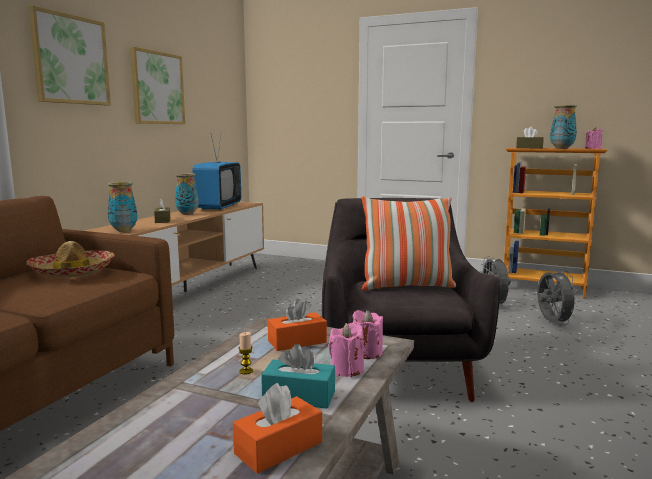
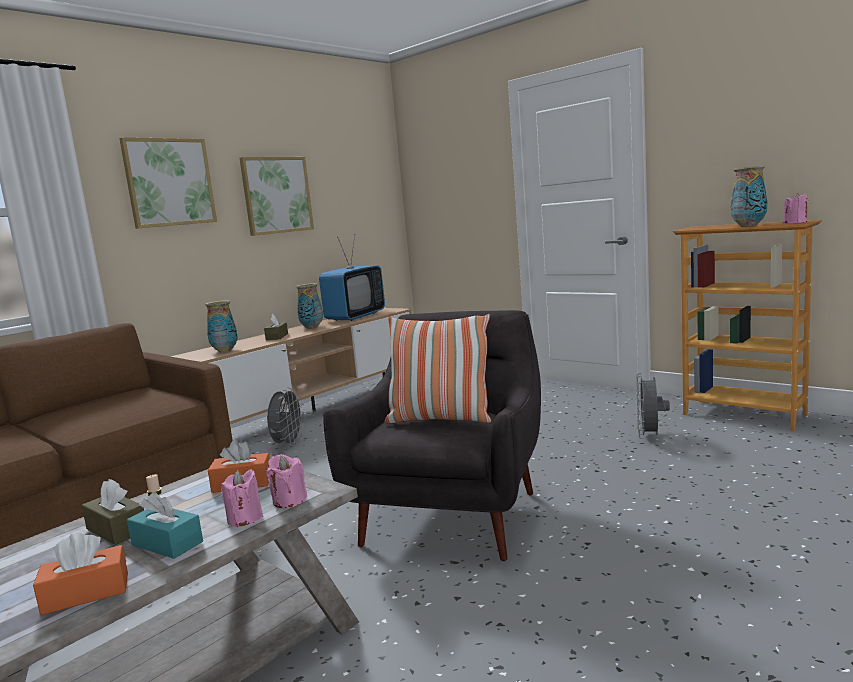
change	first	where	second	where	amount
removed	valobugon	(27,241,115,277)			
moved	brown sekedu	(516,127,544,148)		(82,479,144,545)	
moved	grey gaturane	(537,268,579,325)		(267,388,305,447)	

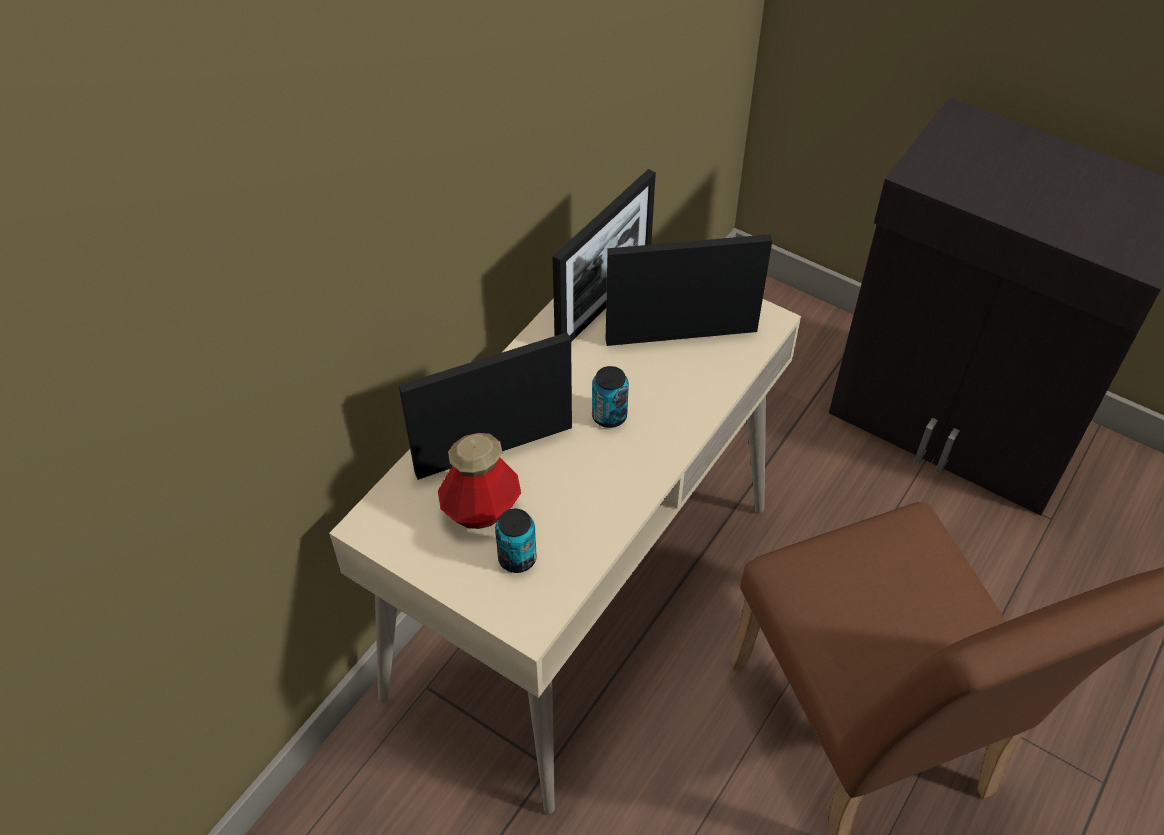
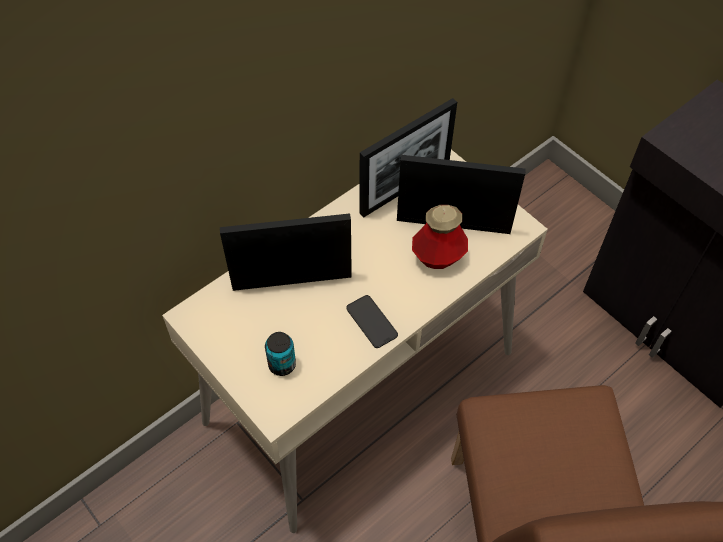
change	first	where	second	where	amount
moved	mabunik	(438,433,521,529)		(412,205,468,269)	
removed	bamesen	(592,366,629,428)			
added			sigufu	(346,295,398,348)	

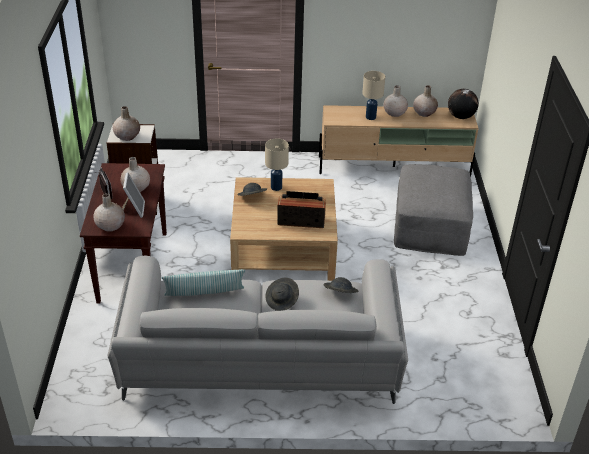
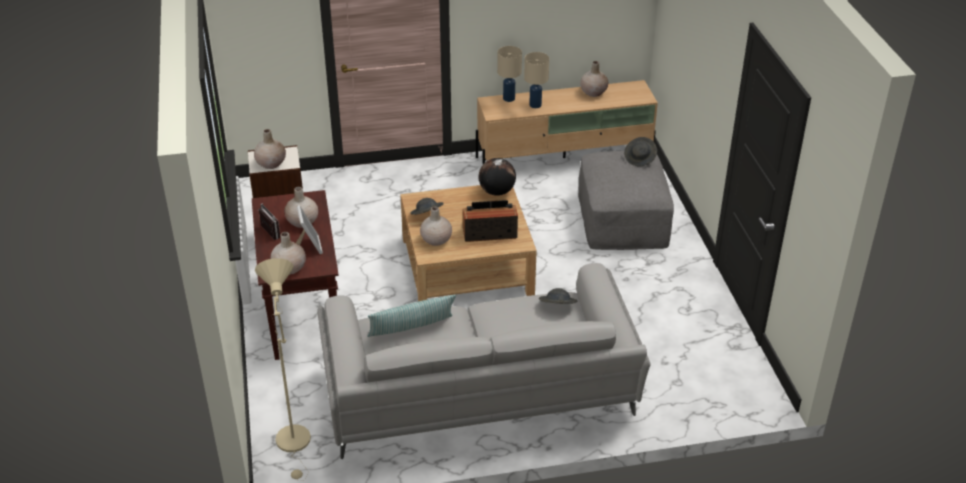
change	first	where	second	where	amount
moved	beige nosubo	(265,138,289,191)		(497,46,522,102)	
moved	grey valobugon	(266,278,299,311)		(624,137,657,167)	
moved	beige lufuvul	(383,85,408,117)		(420,206,452,246)	
moved	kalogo	(448,89,479,119)		(478,158,516,196)	
added			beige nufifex	(255,258,311,481)	

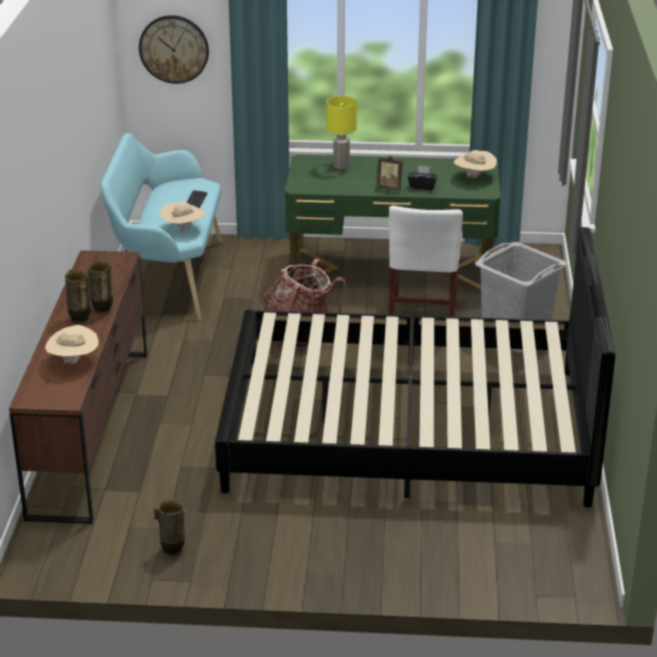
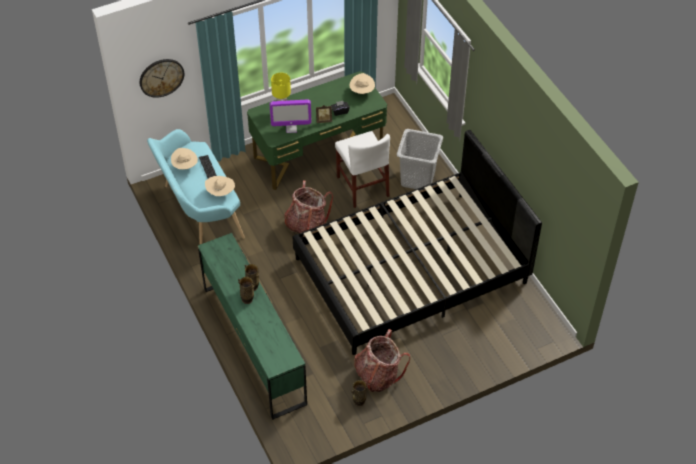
change	first	where	second	where	amount
recoloured	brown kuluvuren	(9,250,147,524)	green kuluvuren	(198,233,307,420)	
moved	beige valobugon	(45,325,99,364)		(171,148,198,170)	
added			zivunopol	(270,100,311,133)	
added			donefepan	(354,329,410,392)	

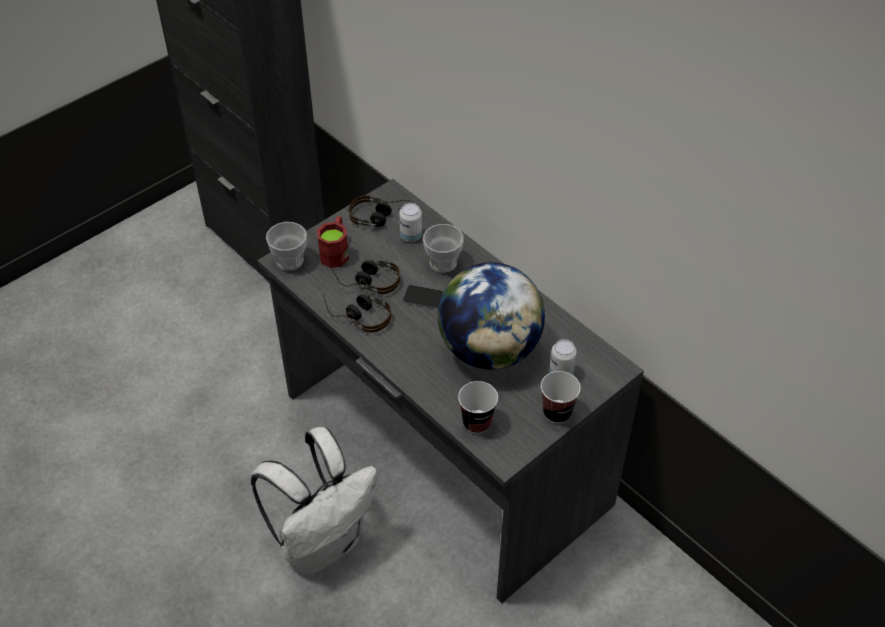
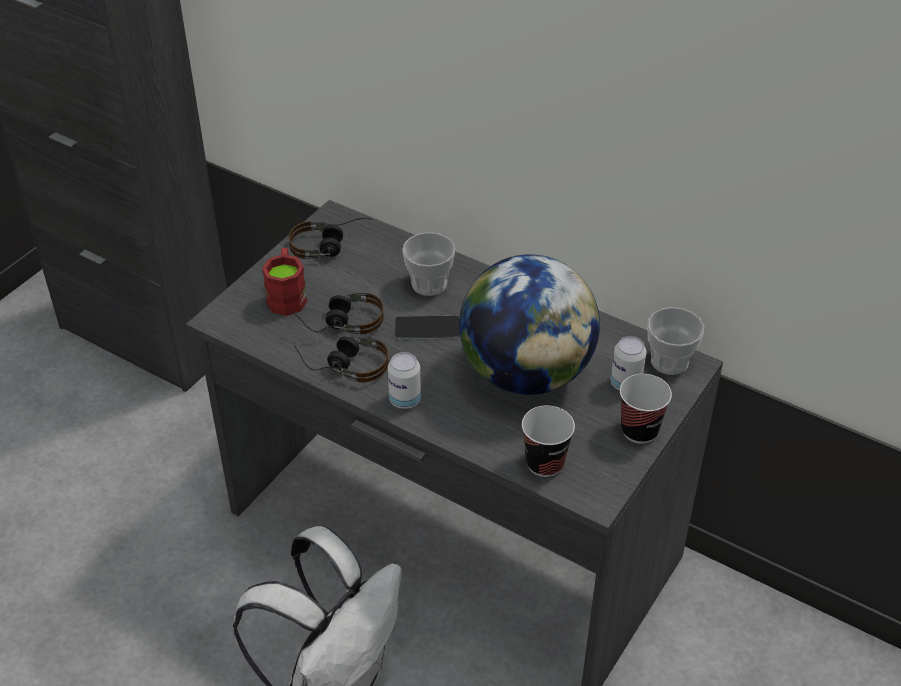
change	first	where	second	where	amount
moved	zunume	(266,222,307,271)		(647,307,704,375)	
moved	bamesen	(399,203,422,242)		(388,352,421,409)	

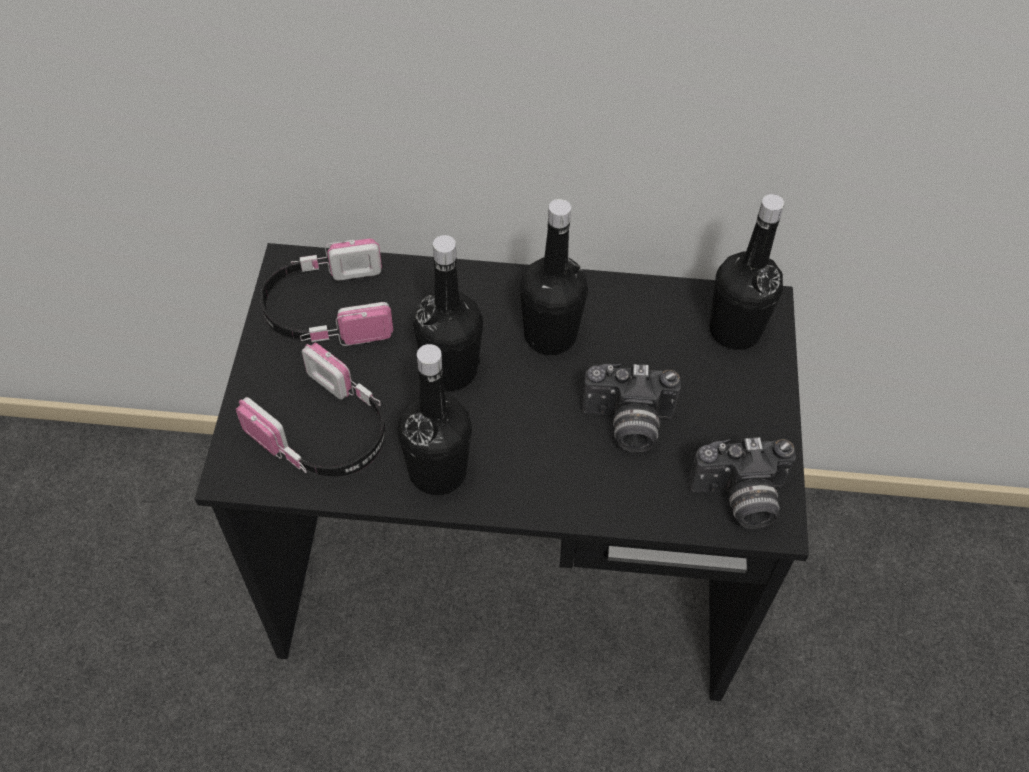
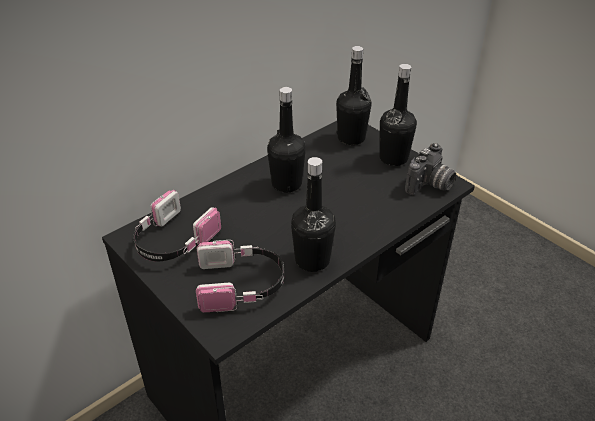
change	first	where	second	where	amount
moved	black mabunik	(413,235,483,391)		(379,64,417,166)	
removed	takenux	(582,364,681,452)			

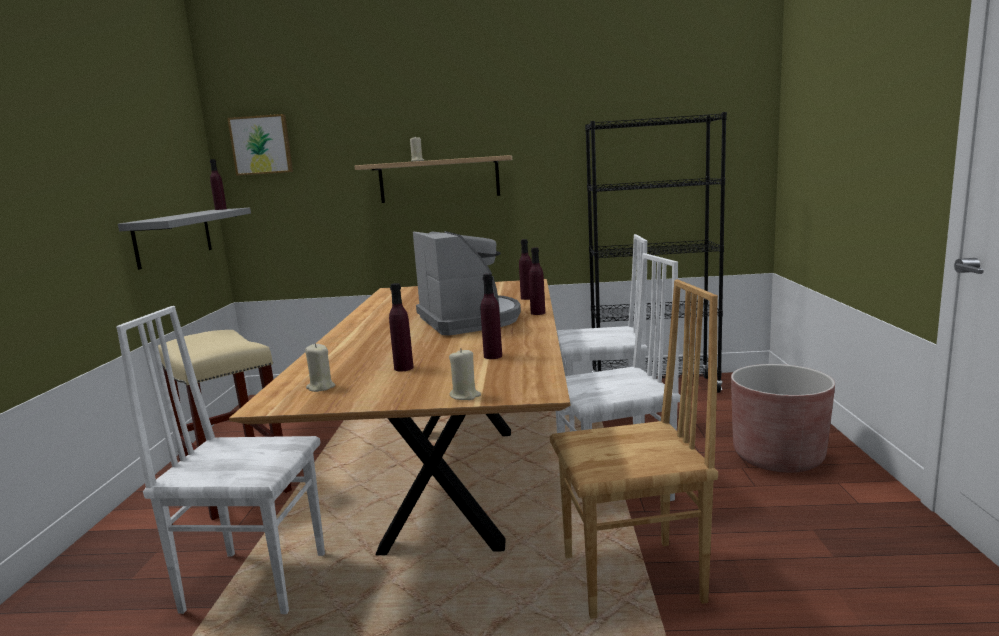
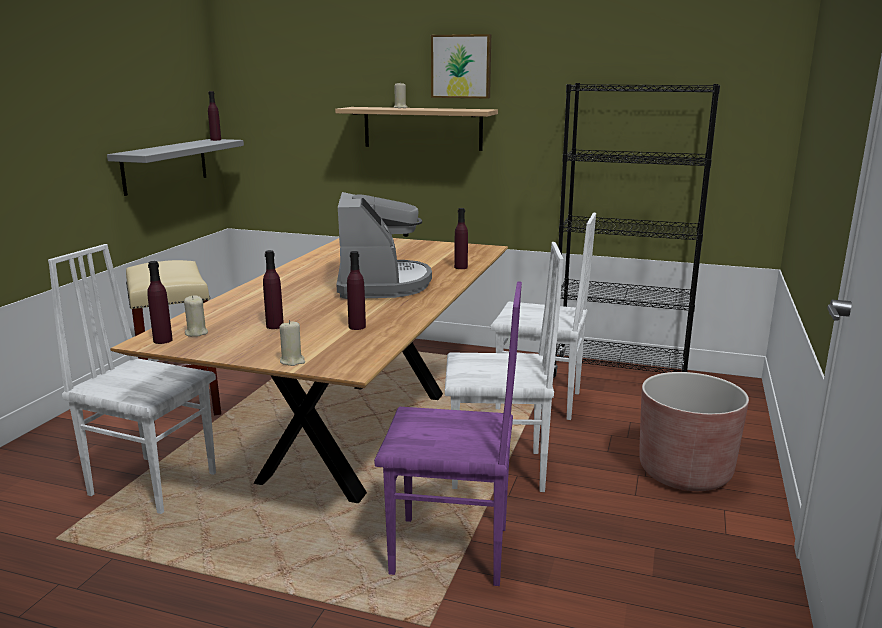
change	first	where	second	where	amount
moved	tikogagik	(227,114,293,176)		(431,34,491,98)	
moved	purple mabunik	(529,247,545,315)		(147,261,173,344)	
recoloured	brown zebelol	(550,280,718,619)	purple zebelol	(374,281,522,586)	

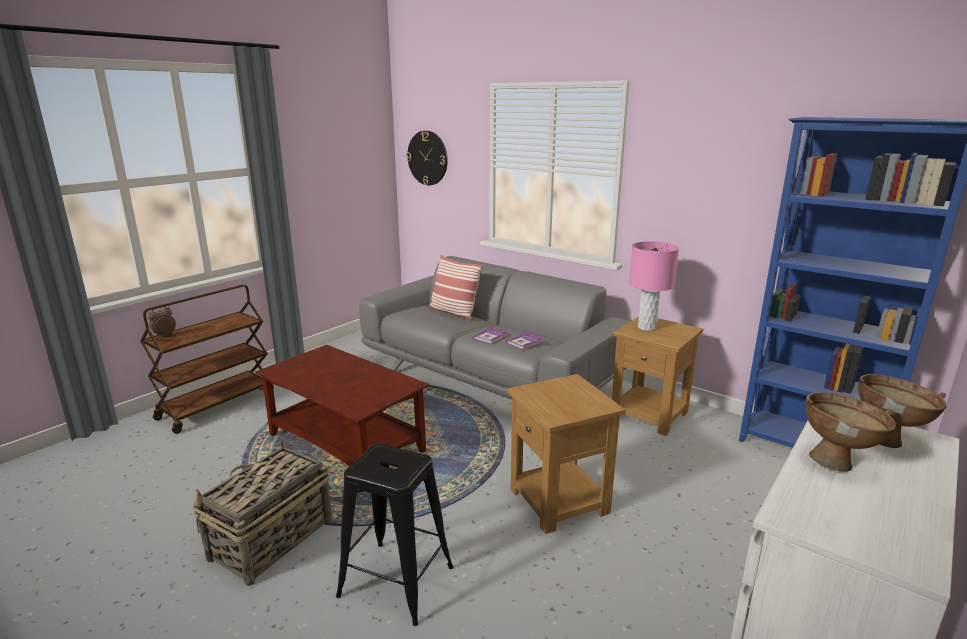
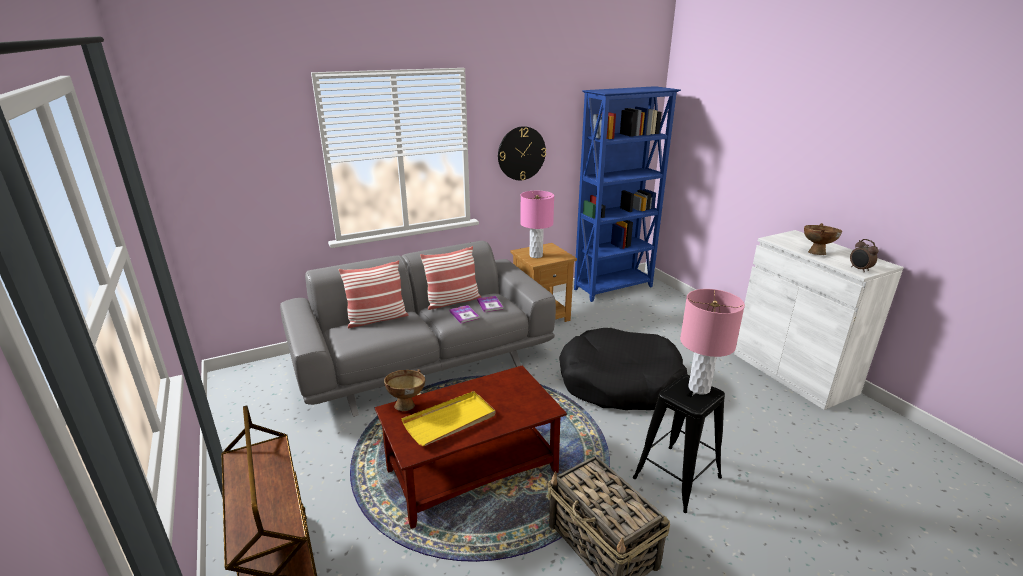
change	first	where	second	where	amount
moved	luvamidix	(148,307,176,338)		(850,239,879,272)	
moved	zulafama	(406,131,448,185)		(498,126,546,180)	
replaced	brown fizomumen	(508,374,626,534)	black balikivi	(559,328,687,410)	
moved	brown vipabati	(858,374,946,448)		(384,369,425,411)	
added			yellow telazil	(401,391,496,447)	
added			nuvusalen	(420,246,481,310)	
added			pink nosubo	(680,289,745,395)	

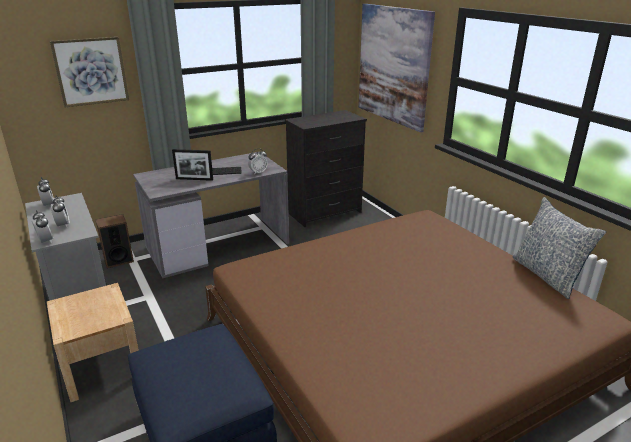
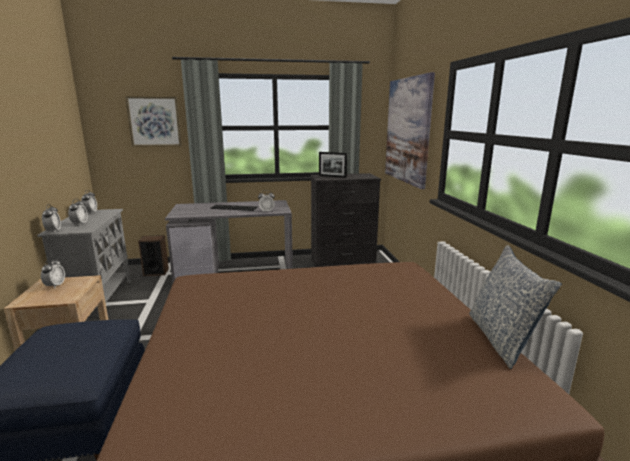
change	first	where	second	where	amount
moved	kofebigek	(172,149,213,181)		(319,152,347,178)	
added			luvamidix	(41,258,65,289)	

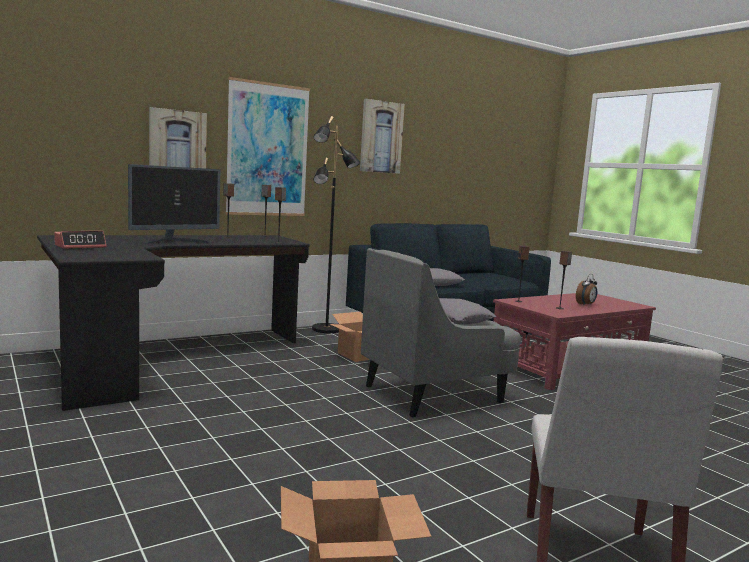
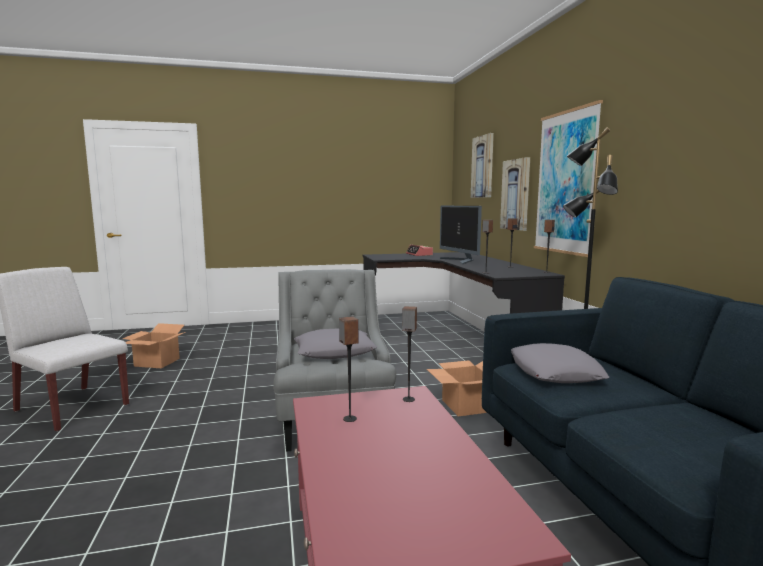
change	first	where	second	where	amount
moved	tikogagik	(360,99,405,174)		(471,133,494,198)	
removed	luvamidix	(576,274,597,306)			

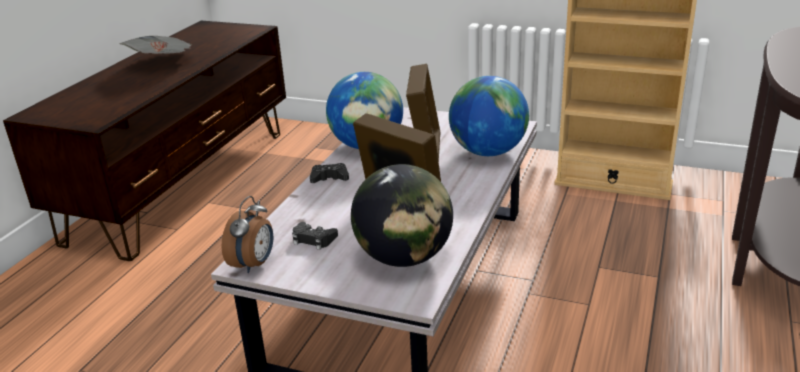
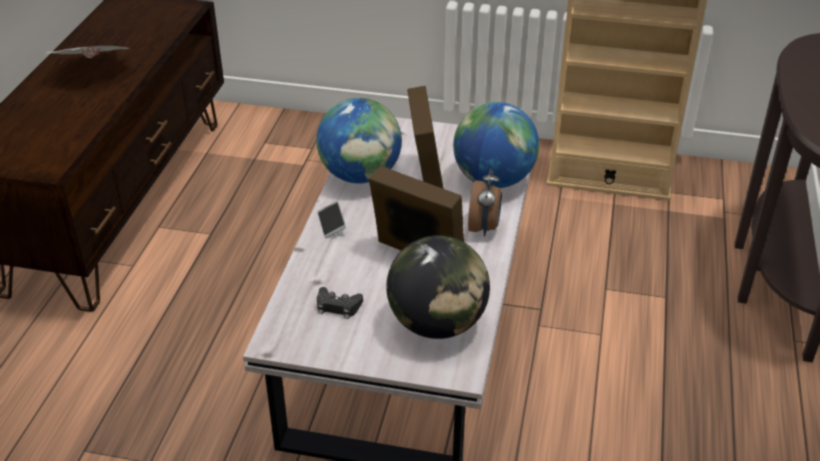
change	first	where	second	where	amount
moved	luvamidix	(221,196,273,273)		(468,168,502,237)	
replaced	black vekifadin	(310,163,349,183)	sigufu	(318,201,346,238)	

